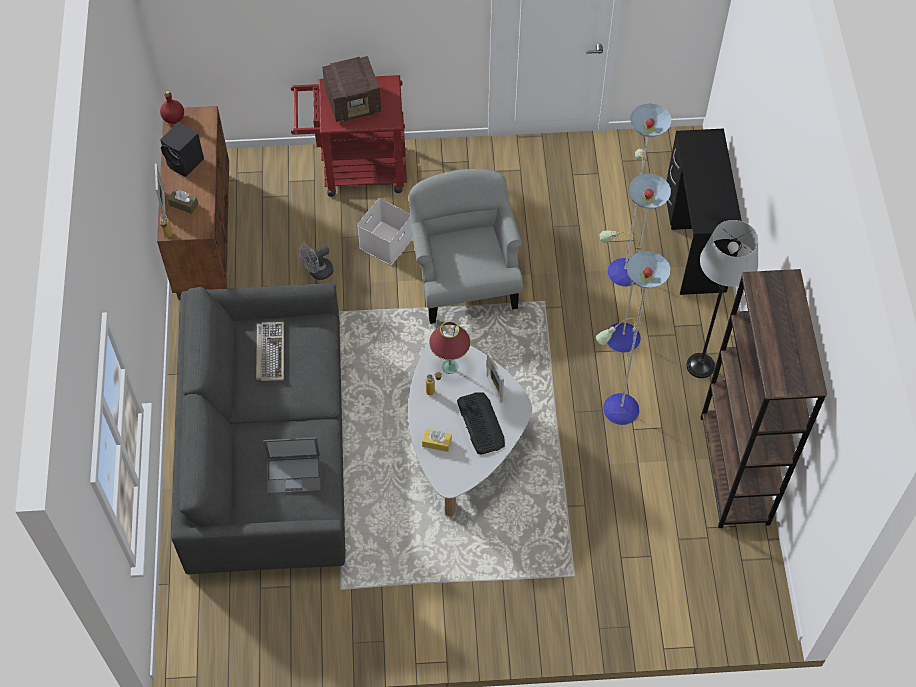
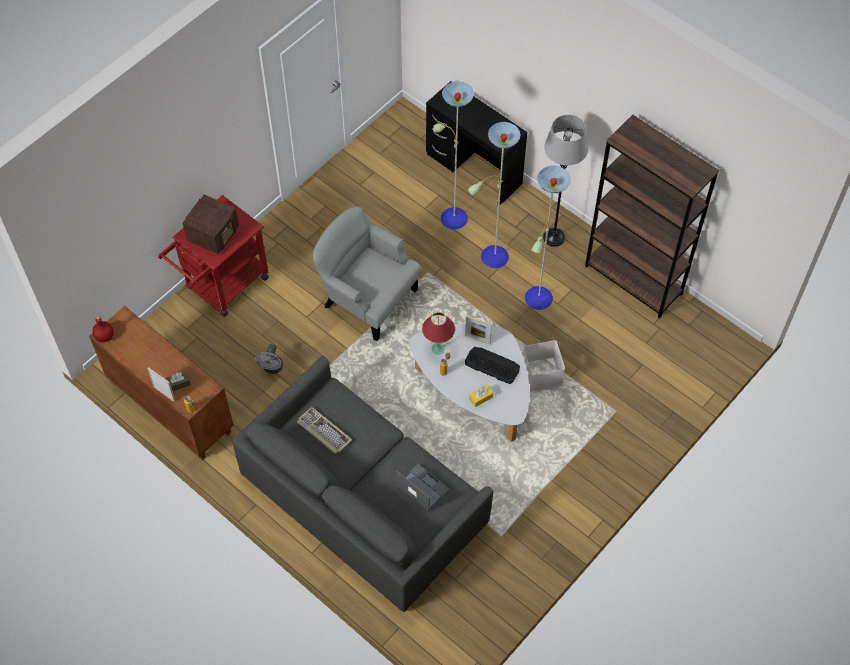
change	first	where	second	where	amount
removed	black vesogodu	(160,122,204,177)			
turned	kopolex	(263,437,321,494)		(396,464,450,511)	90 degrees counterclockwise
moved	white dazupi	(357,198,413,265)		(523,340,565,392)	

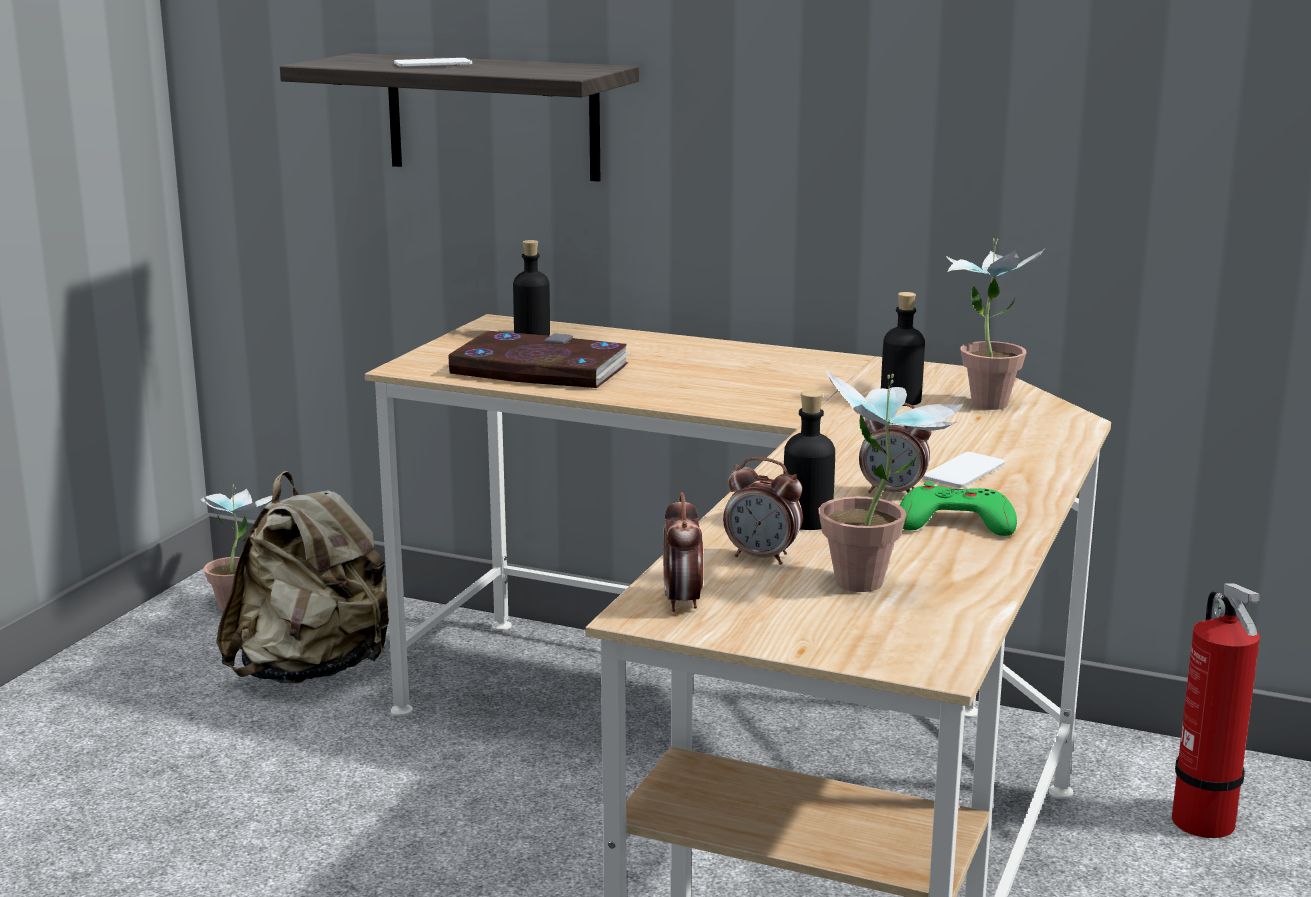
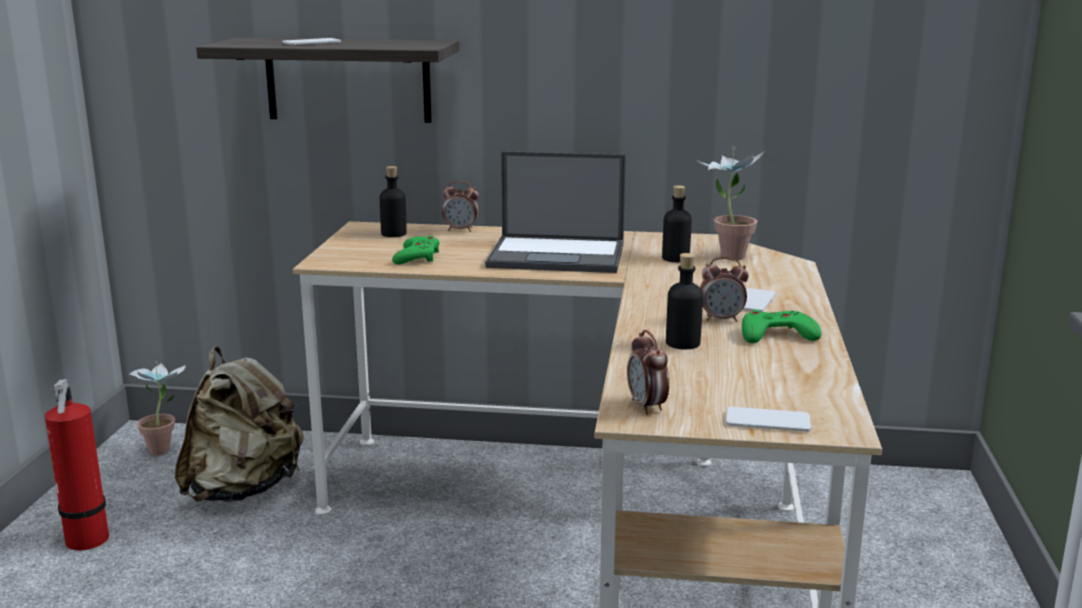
change	first	where	second	where	amount
replaced	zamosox	(446,331,631,388)	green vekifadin	(392,235,440,265)	
moved	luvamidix	(723,457,803,565)		(442,181,479,232)	
removed	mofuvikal	(819,370,964,592)			
moved	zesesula	(1172,583,1260,838)		(45,379,109,550)	
added			kopolex	(485,151,626,273)	
added			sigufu	(726,407,811,432)	

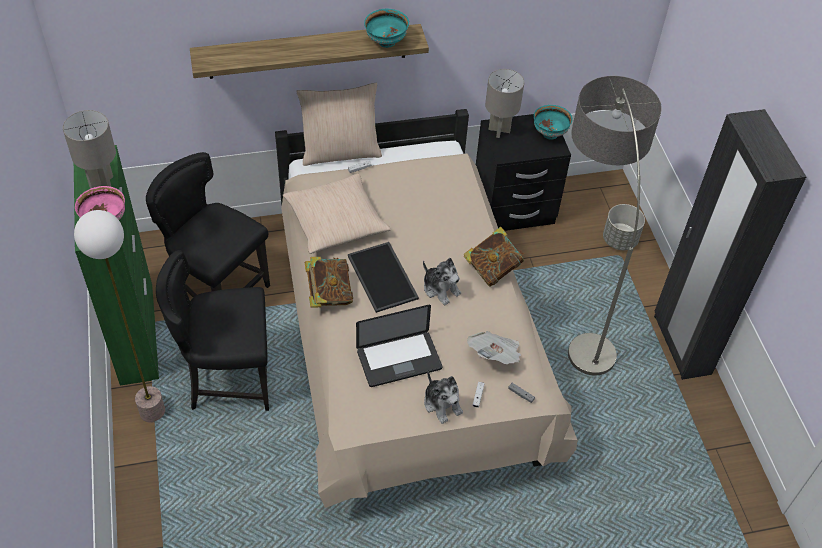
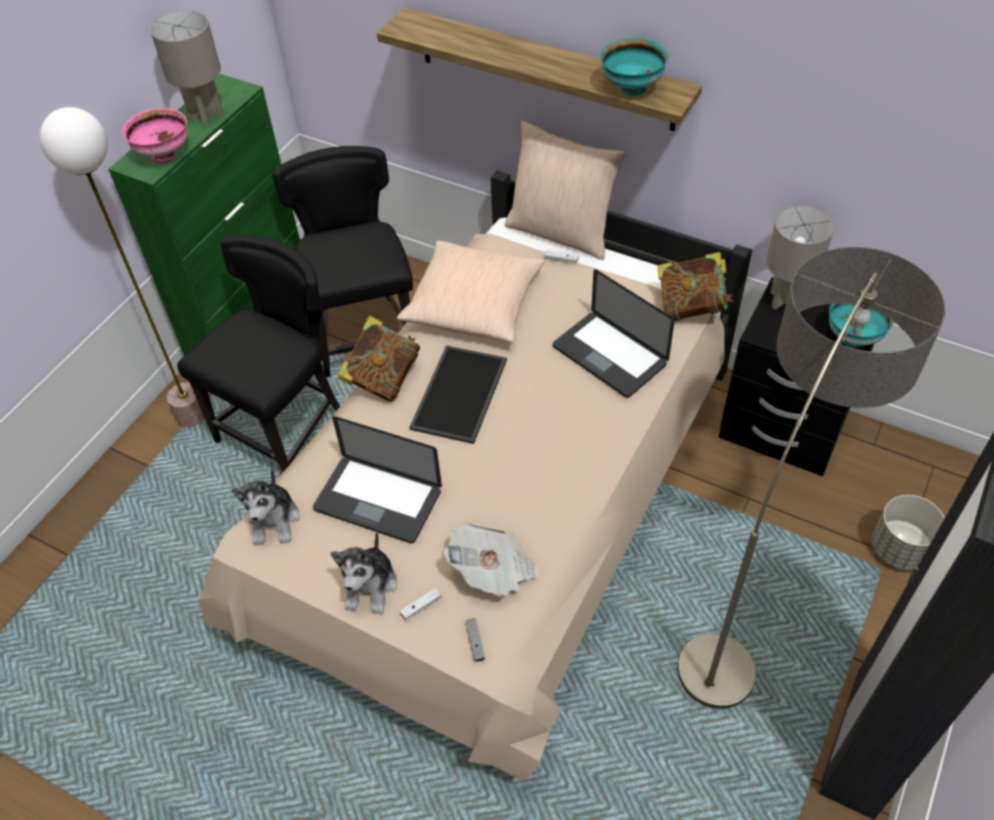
change	first	where	second	where	amount
turned	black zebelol	(156,250,269,411)		(177,235,340,472)	90 degrees clockwise
moved	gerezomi	(423,258,461,305)		(231,468,300,545)	
moved	zamosox	(464,227,524,287)		(657,252,734,321)	
added			kopolex	(553,269,675,398)	

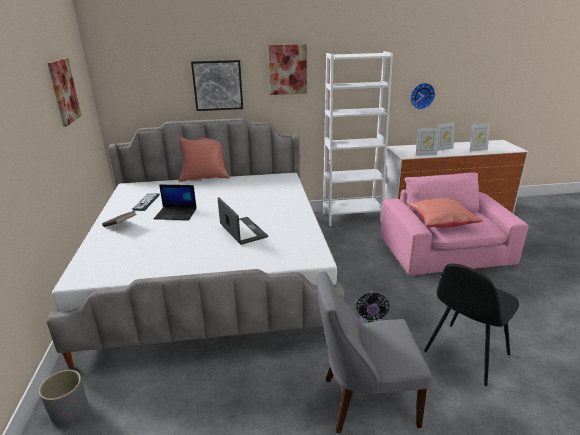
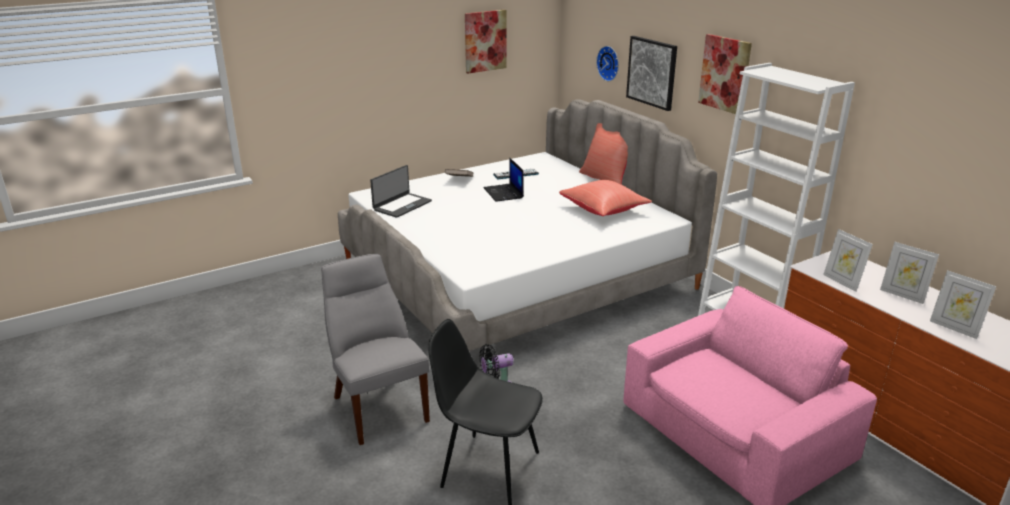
change	first	where	second	where	amount
removed	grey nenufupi	(39,370,88,426)			
moved	kopolex	(218,197,268,245)		(370,165,432,218)	
moved	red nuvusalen	(407,198,483,228)		(559,180,652,216)	
moved	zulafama	(410,83,435,109)		(596,46,619,81)	

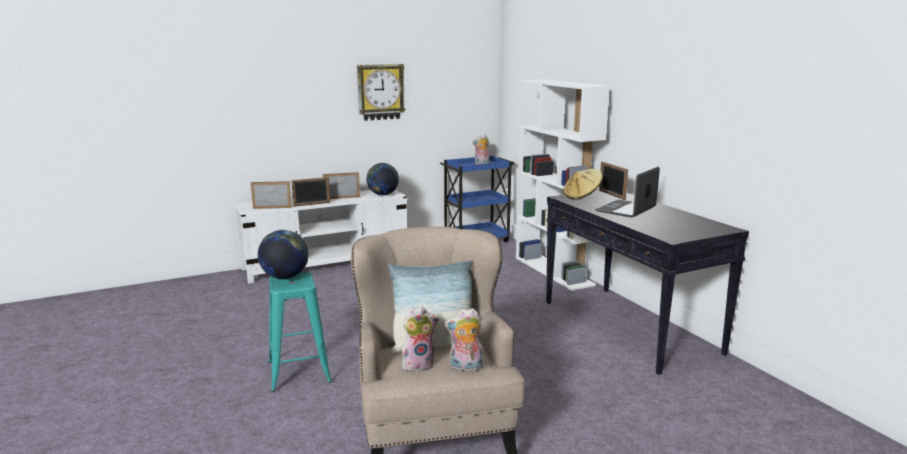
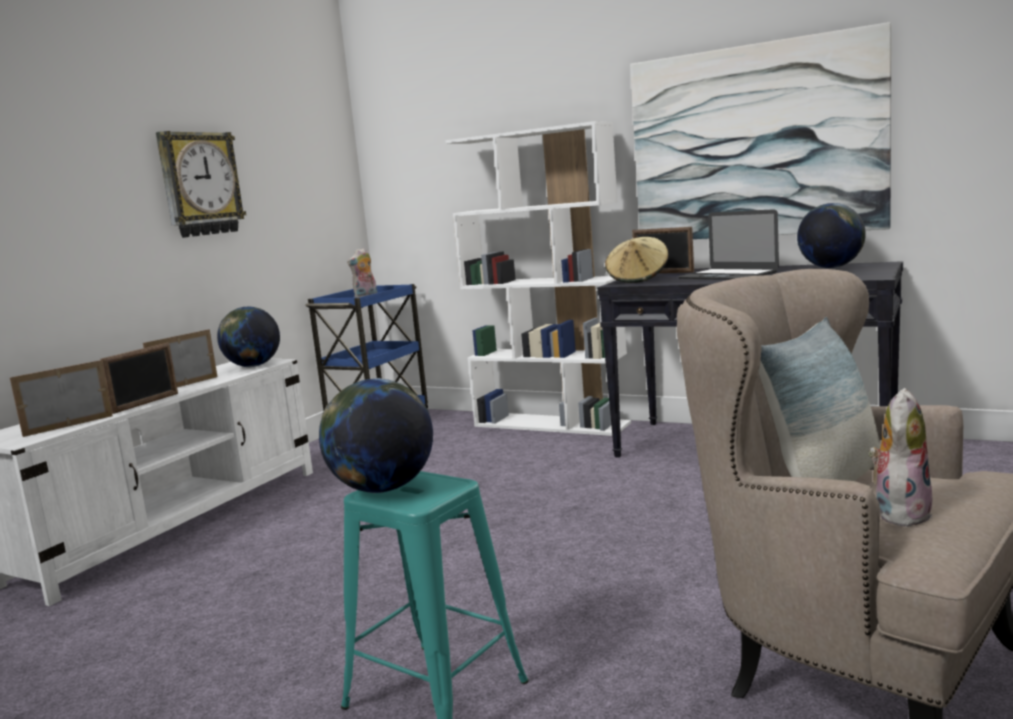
change	first	where	second	where	amount
removed	gerezomi	(444,308,483,372)			
turned	kopolex	(595,167,660,218)		(678,209,779,280)	45 degrees counterclockwise
added			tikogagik	(630,22,892,239)	
added			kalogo	(797,203,866,268)	

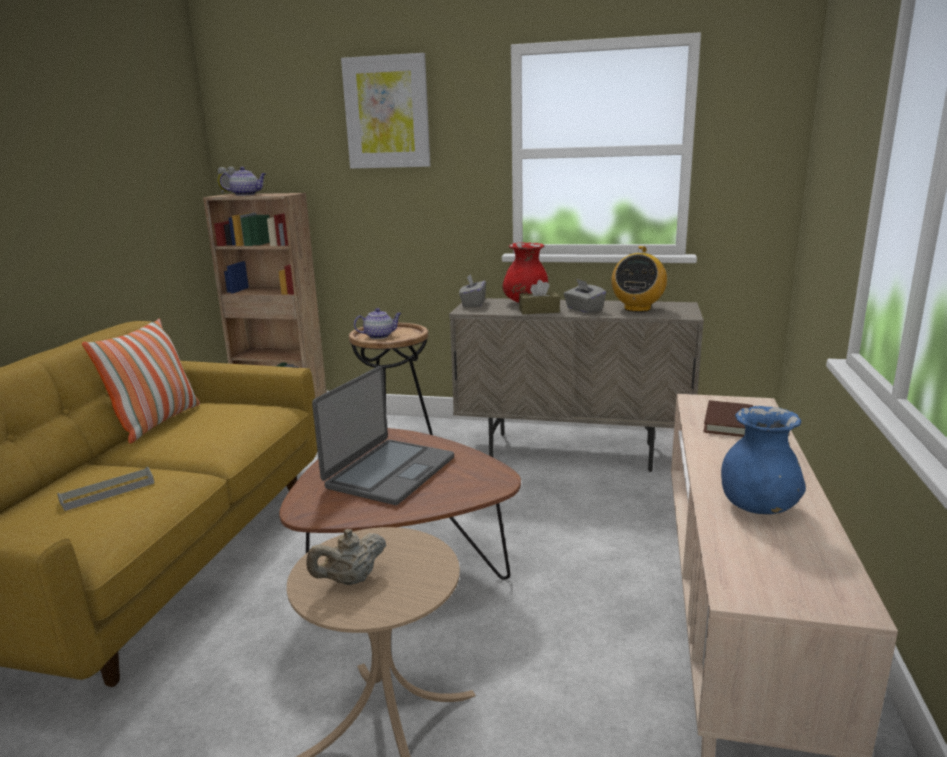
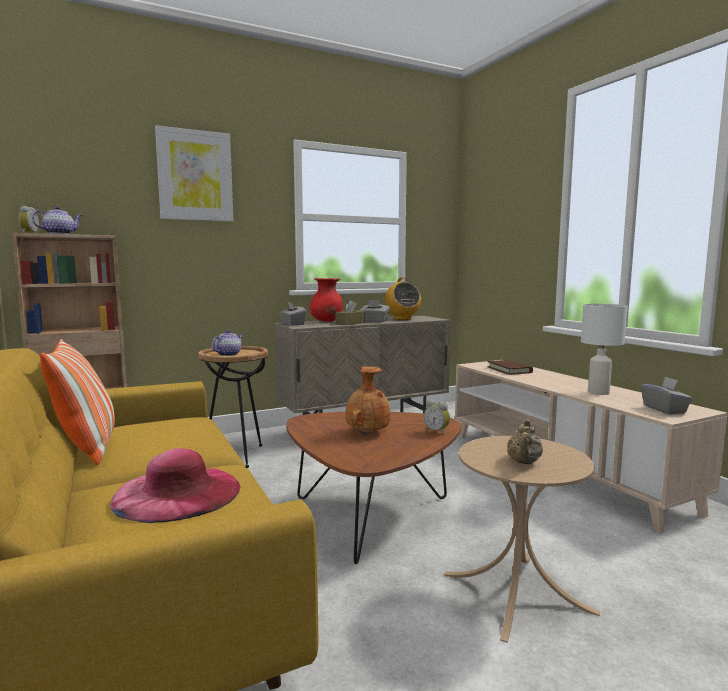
change	first	where	second	where	amount
replaced	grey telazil	(57,467,154,511)	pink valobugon	(110,448,241,523)	
replaced	kopolex	(312,366,454,505)	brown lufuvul	(346,366,391,433)	
replaced	blue lufuvul	(721,406,806,514)	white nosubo	(581,304,628,395)	
added			luvamidix	(424,399,450,435)	
added			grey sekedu	(641,377,693,414)	

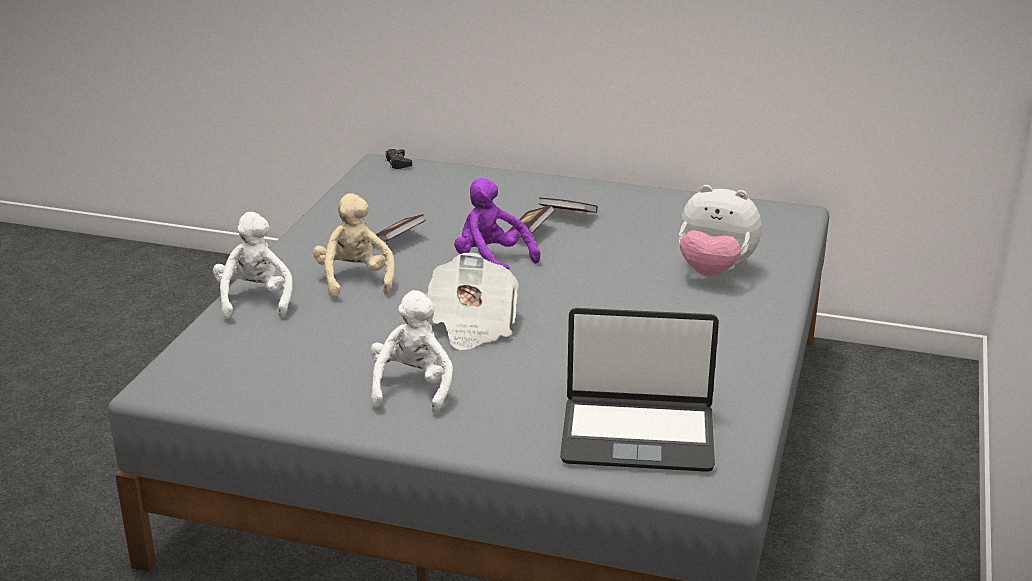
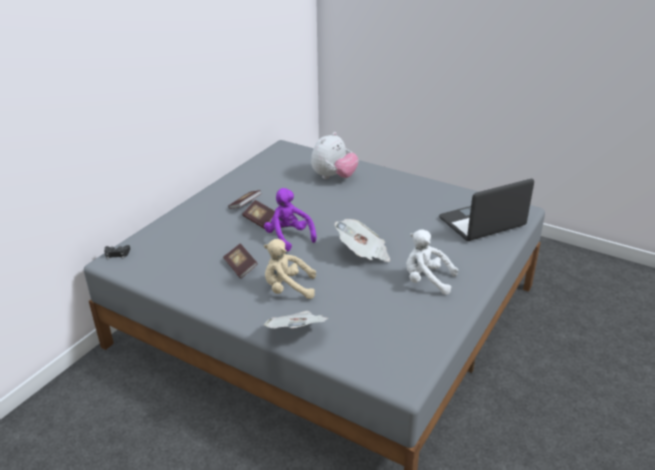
change	first	where	second	where	amount
replaced	white gerezomi	(213,212,293,319)	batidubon	(264,311,328,328)	
turned	purple gerezomi	(454,178,540,270)		(264,188,316,251)	90 degrees clockwise
turned	kopolex	(560,308,719,472)		(439,179,534,241)	135 degrees counterclockwise

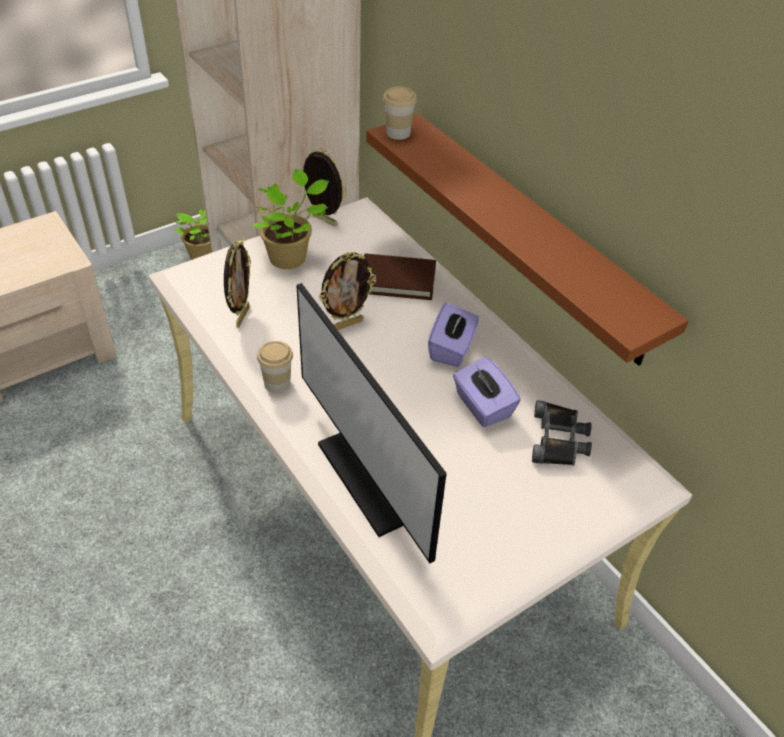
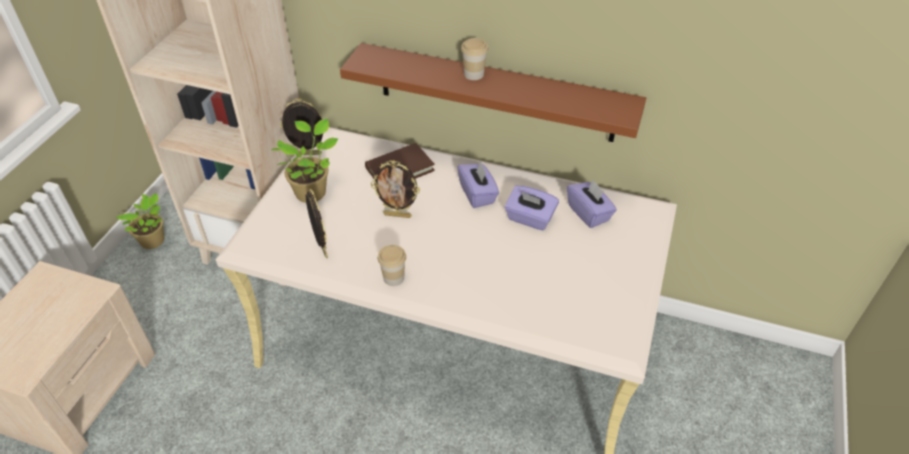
change	first	where	second	where	amount
removed	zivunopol	(296,283,447,563)			
turned	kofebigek	(319,252,376,330)		(371,160,420,218)	75 degrees clockwise
moved	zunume	(383,86,417,140)		(461,38,488,80)	
replaced	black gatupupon	(532,400,592,466)	purple sekedu	(567,180,617,228)	

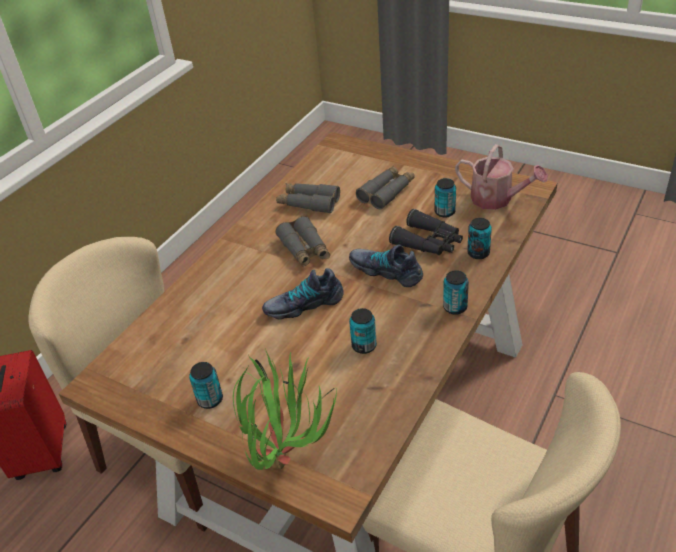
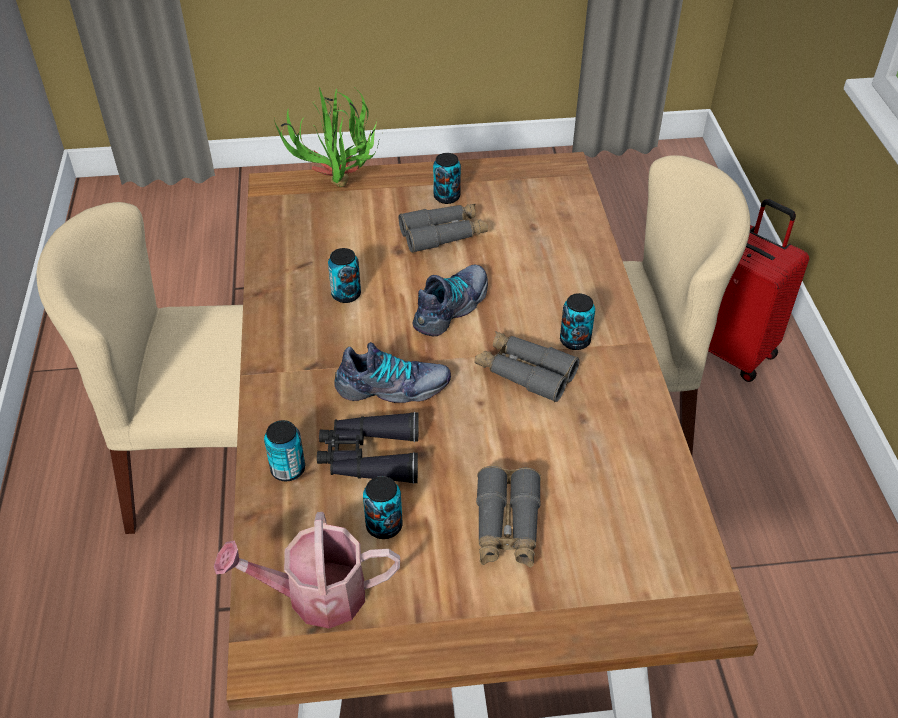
change	first	where	second	where	amount
moved	grey gatupupon	(276,183,340,214)		(399,203,488,253)	
moved	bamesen	(443,270,469,315)		(560,293,595,350)	

